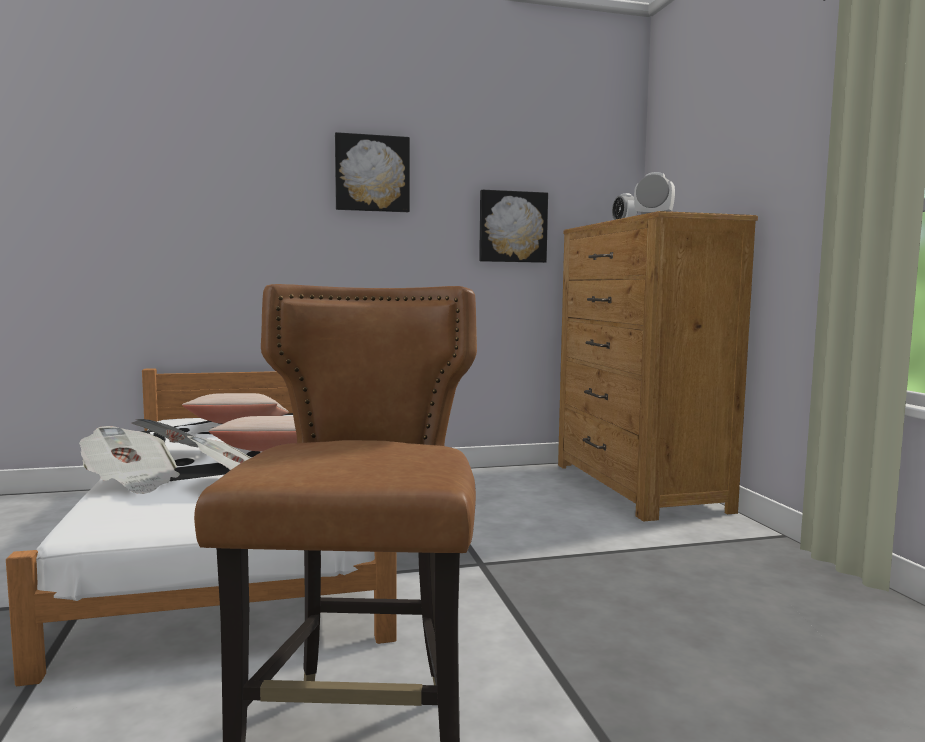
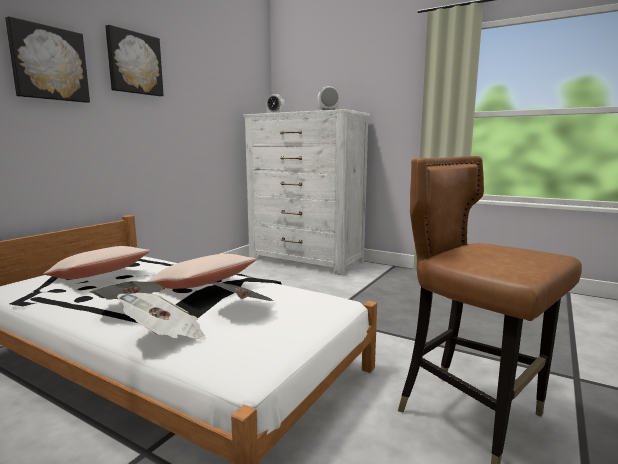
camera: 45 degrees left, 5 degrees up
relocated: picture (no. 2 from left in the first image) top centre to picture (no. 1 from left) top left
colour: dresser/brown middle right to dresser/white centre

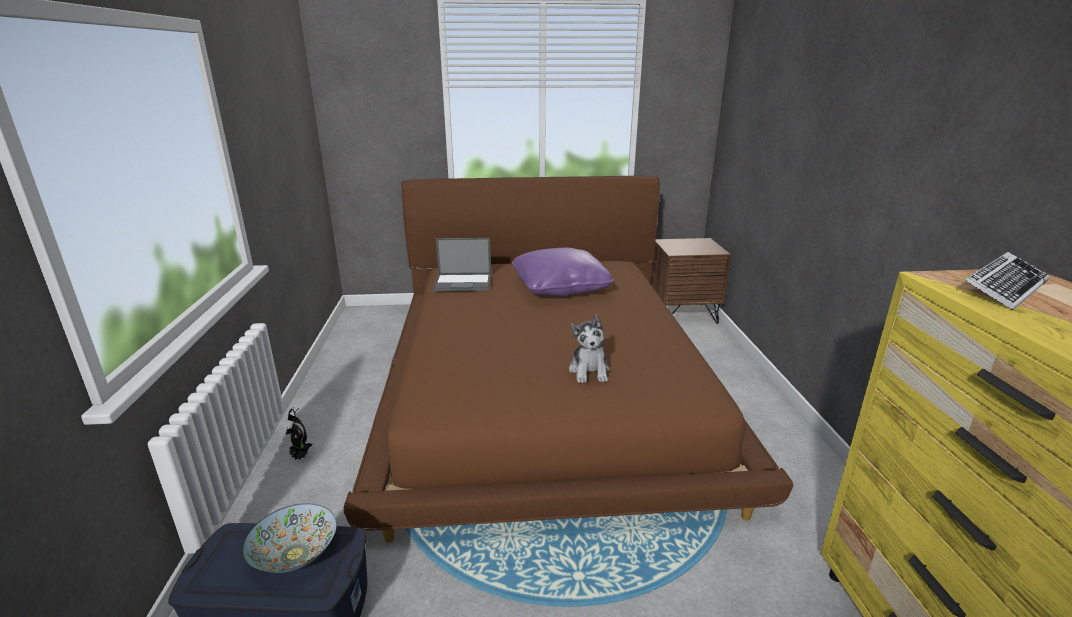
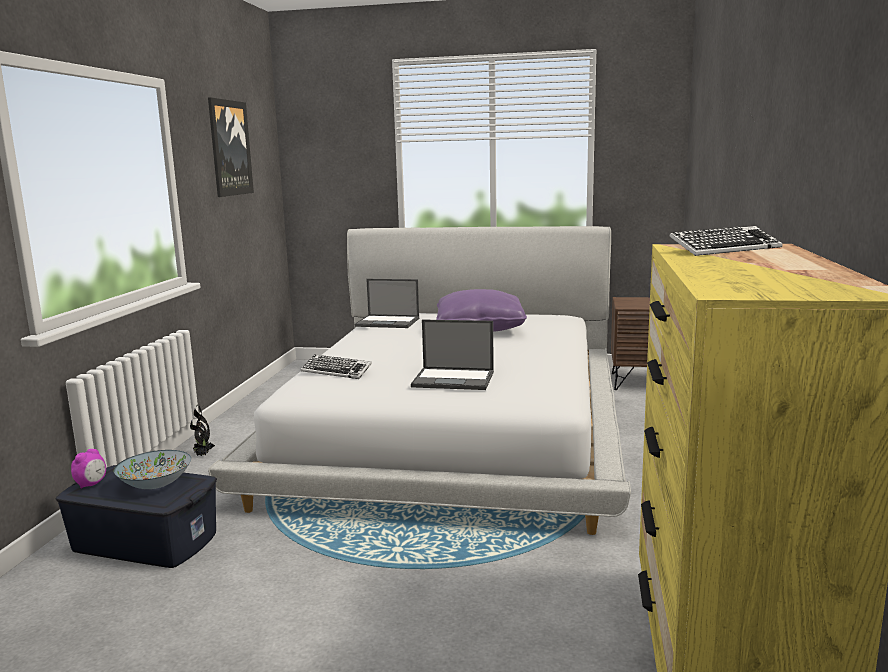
camera: 15 degrees right, 10 degrees down
appeared: alarm clock bottom left; picture top left; keyboard (no. 1 from left) centre
exchanged: plush toy centre to laptop (no. 2 from left) centre
colour: bed/brown centre to bed/white centre

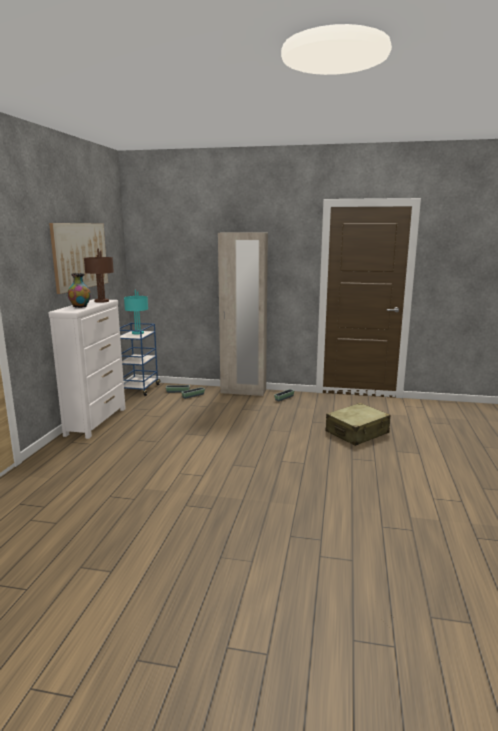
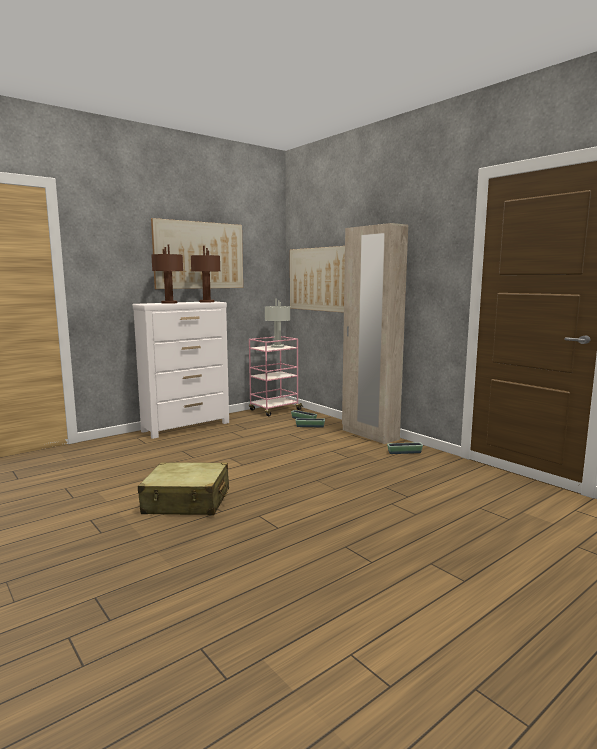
camera: 40 degrees right, 5 degrees down
appeared: picture (no. 2 from left) centre
relocated: suitcase/beige middle right to middle left
exchanged: vase middle left to table lamp/brown (no. 1 from left) middle left
colour: cart/blue middle left to cart/pink centre; table lamp/turquoise middle left to table lamp/grey centre

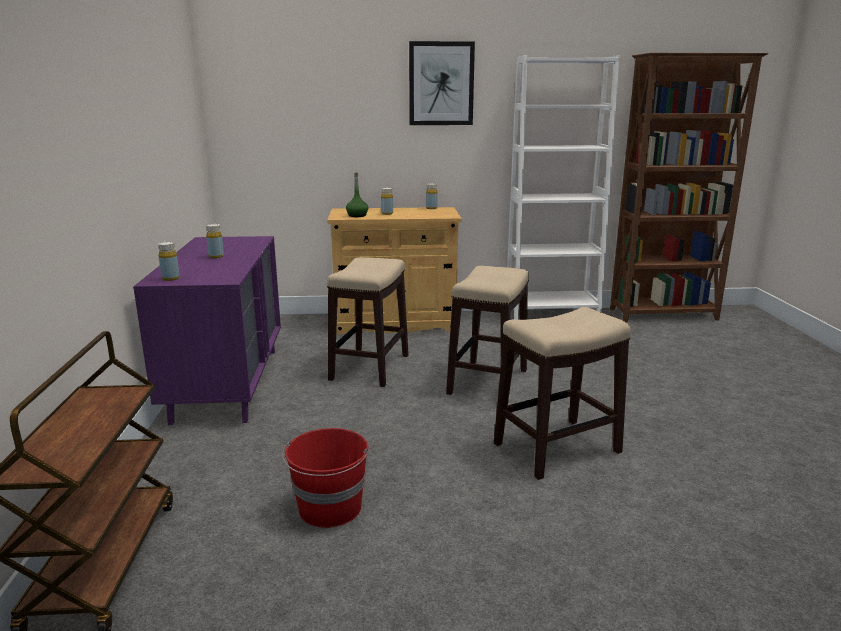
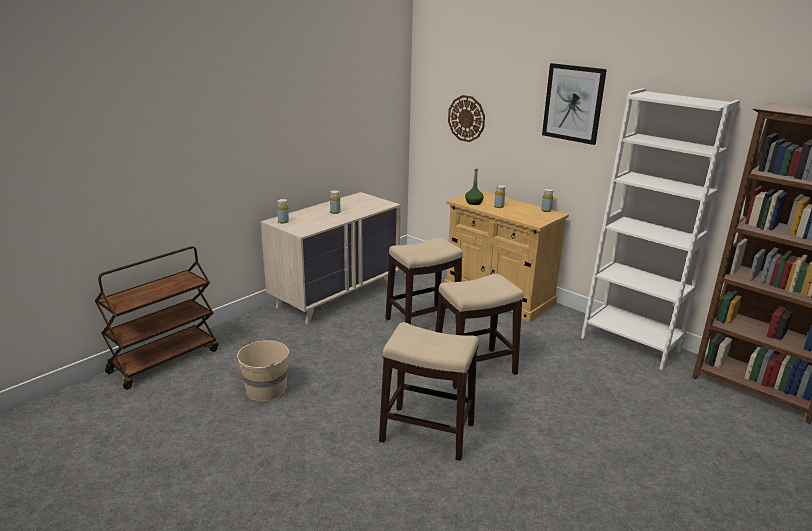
camera: 45 degrees right, 5 degrees up
appeared: wall clock top centre
colour: dresser/purple middle left to dresser/beige centre; bucket/red bottom centre to bucket/beige bottom left

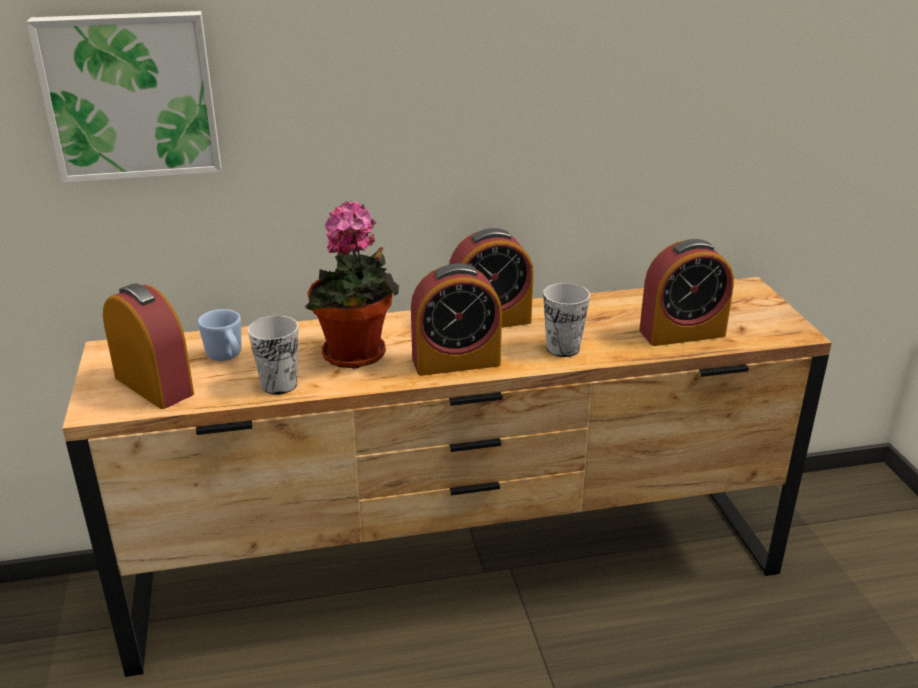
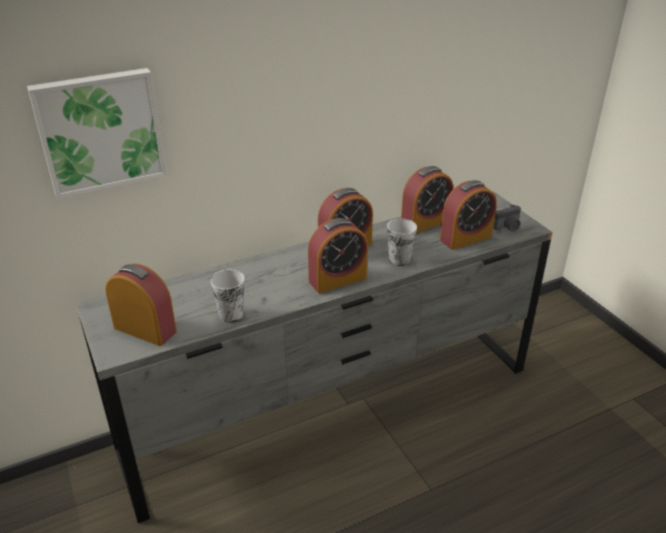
camera: 15 degrees left, 5 degrees up
missing: mug/blue middle left; potted plant centre
appeared: alarm clock (no. 4 from left) centre; photo camera middle right
colour: dresser/brown bottom centre to dresser/grey bottom centre

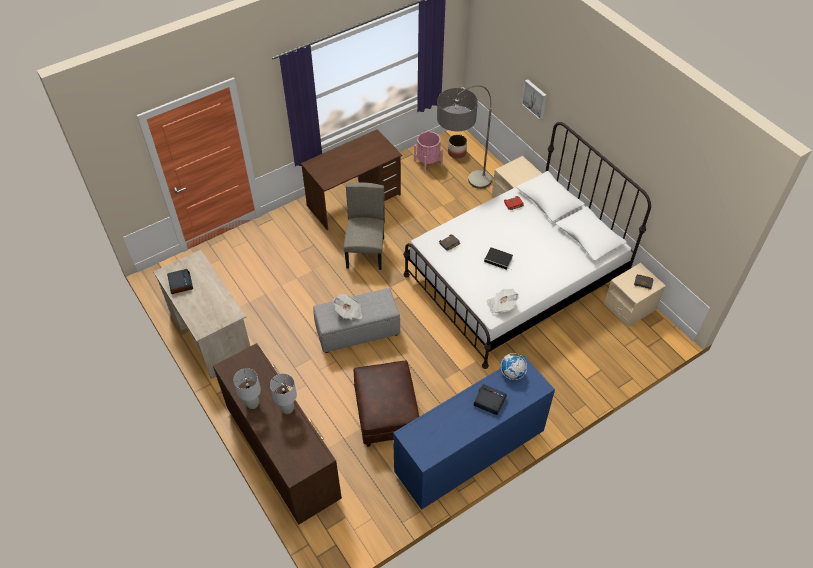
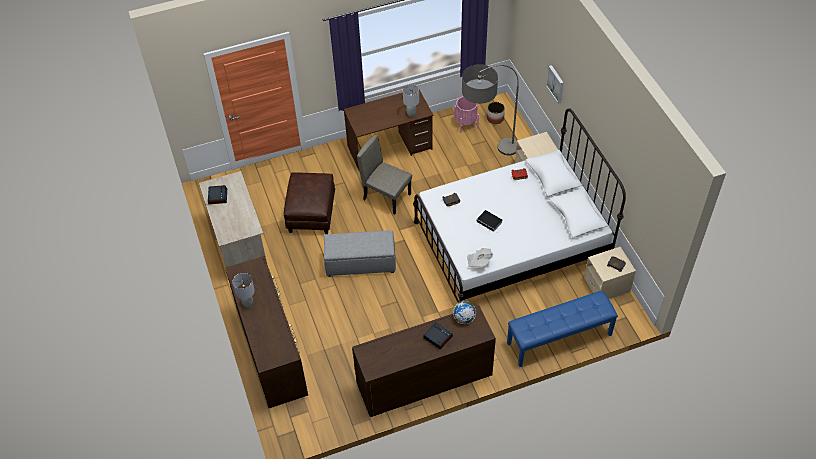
camera: 15 degrees right, 0 degrees up
missing: newspaper (no. 1 from left) centre
appeared: bench/blue bottom right
relocated: table lamp/grey (no. 2 from left) bottom centre to top centre; ottoman/brown bottom centre to centre
colour: dresser/blue bottom centre to dresser/brown (no. 2 from left) bottom centre
spun: chair/beige centre = centre 75 degrees counterclockwise

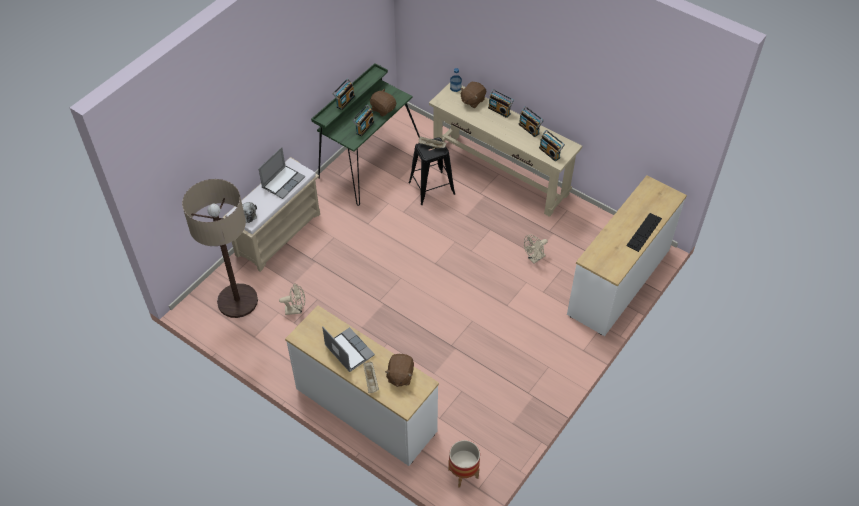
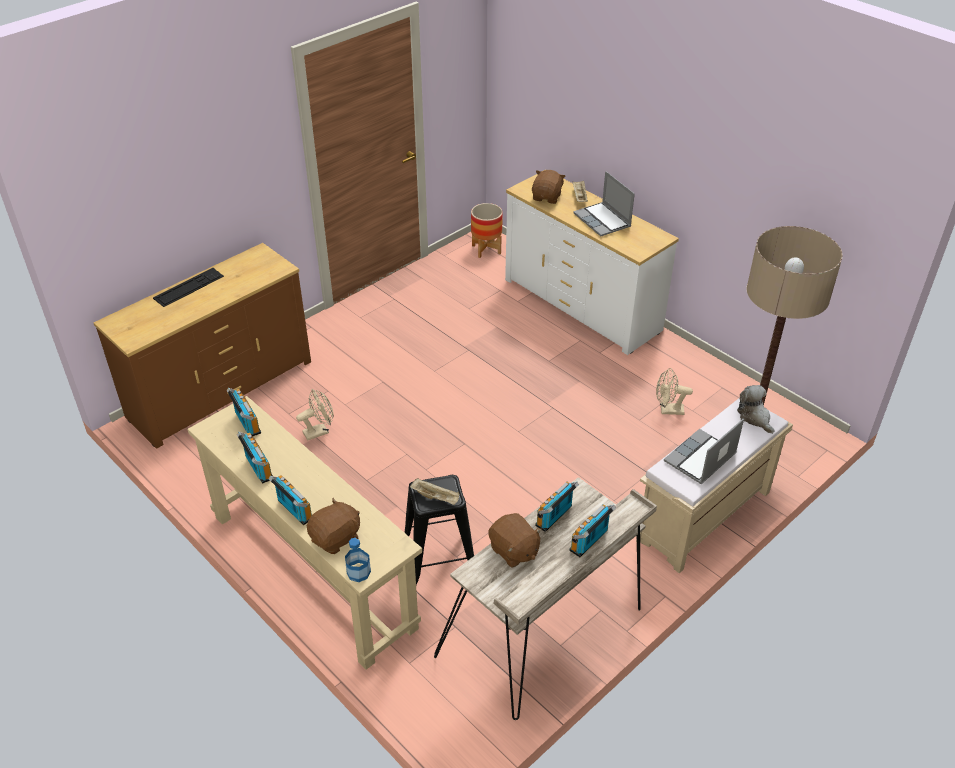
camera: 170 degrees left, 10 degrees down
colour: desk/green top centre to desk/beige bottom centre; dresser/white (no. 2 from left) middle right to dresser/brown middle left

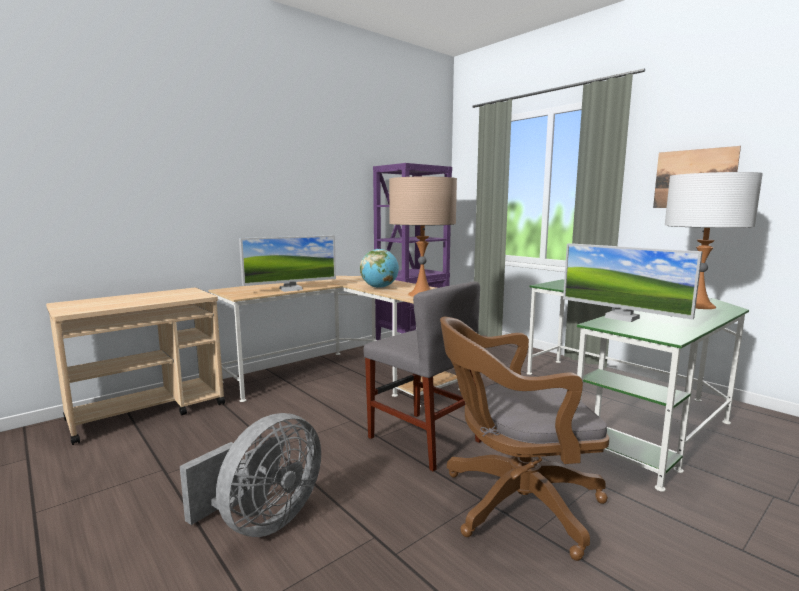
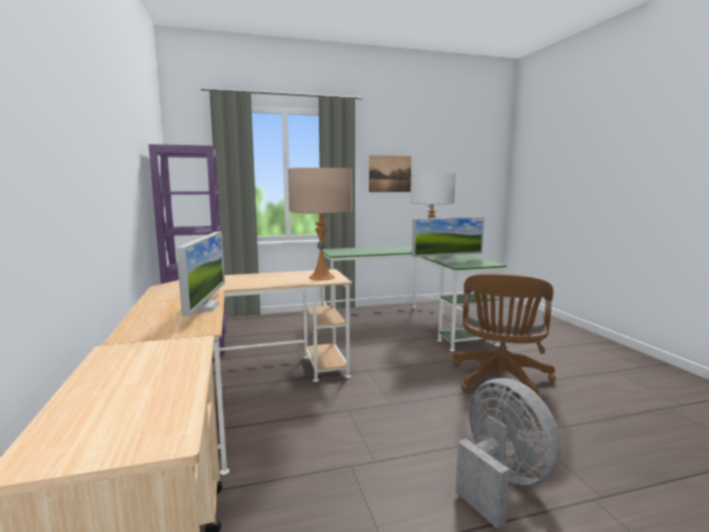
camera: 65 degrees left, 0 degrees up
missing: globe centre; chair/grey centre

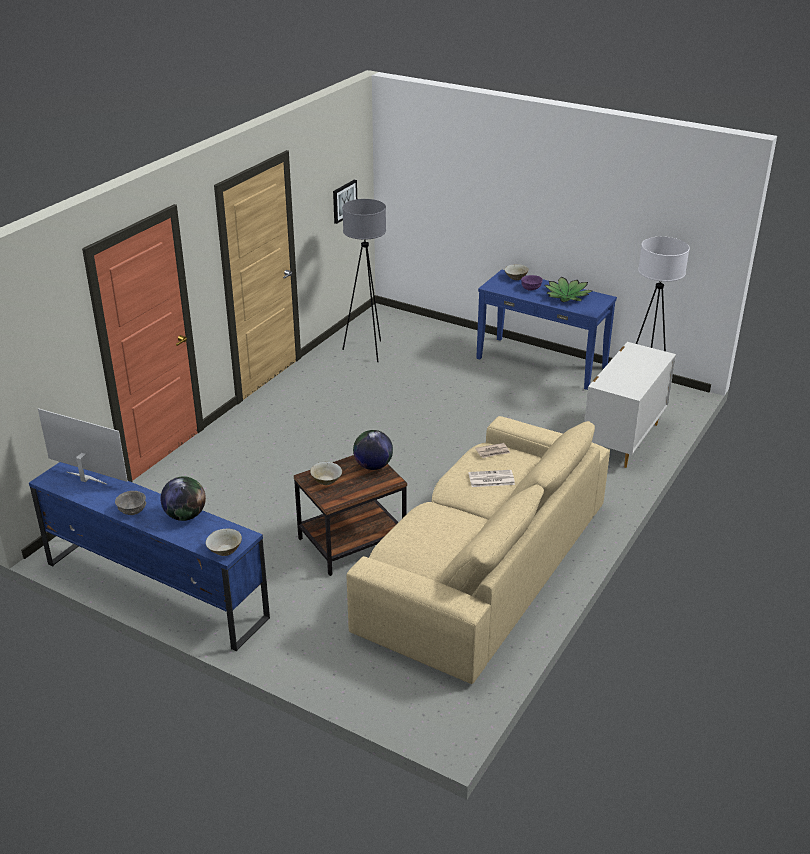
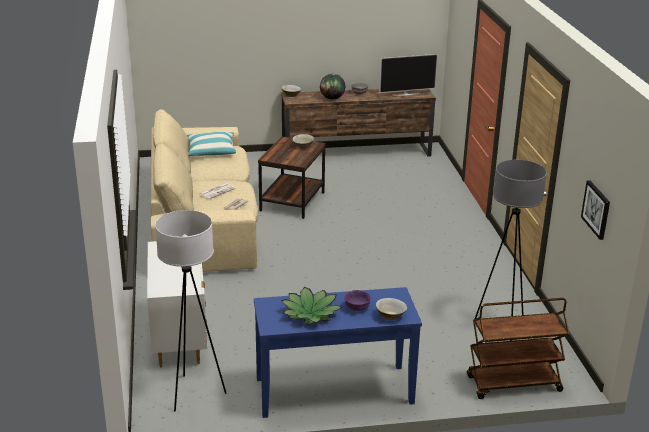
camera: 140 degrees right, 5 degrees down
missing: globe (no. 2 from left) centre
appeared: pillow middle left; cart/brown bottom right
colour: tv stand/blue middle left to tv stand/brown top centre

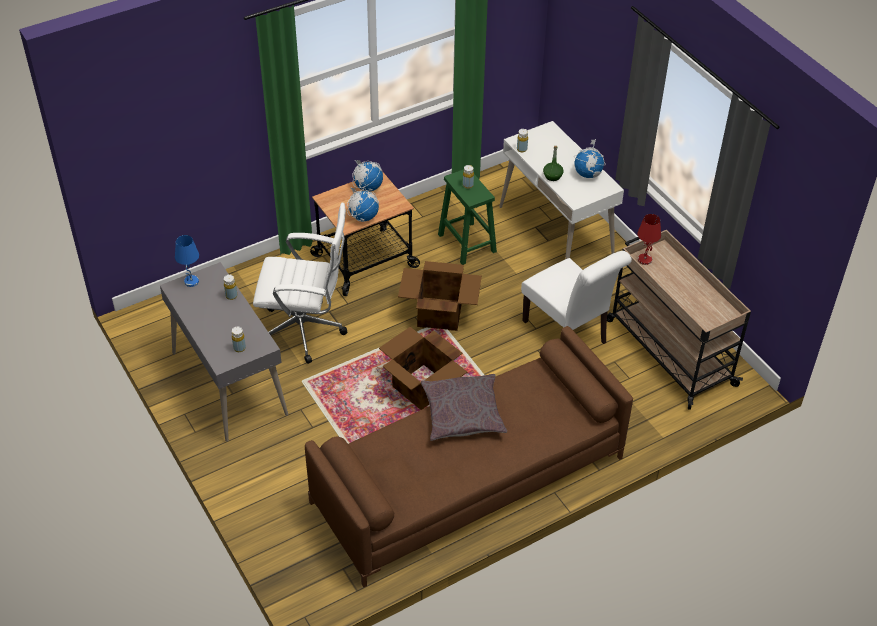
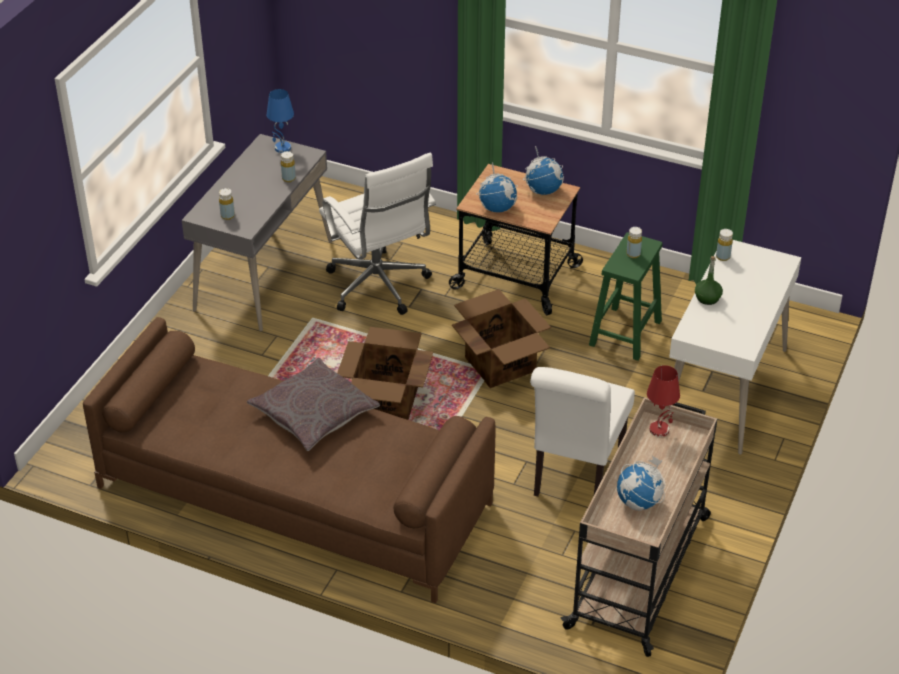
camera: 55 degrees right, 5 degrees down
relocated: globe (no. 3 from left) top right to bottom right

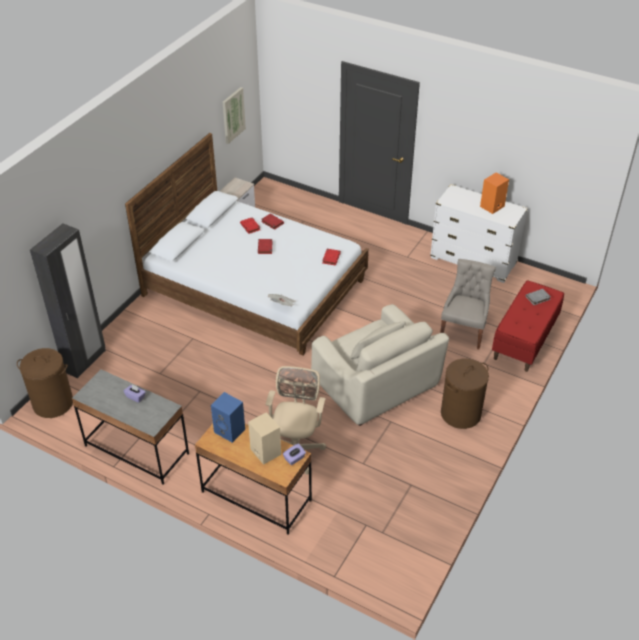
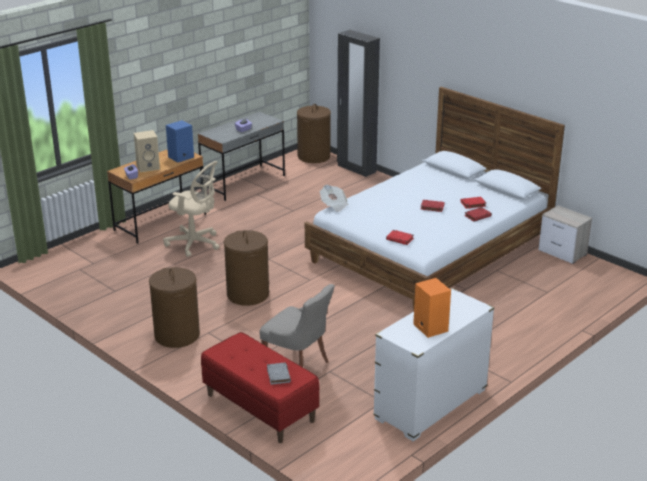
camera: 105 degrees right, 15 degrees down
missing: picture top centre
exchanged: armchair/beige centre to laundry basket/brown (no. 2 from left) centre

